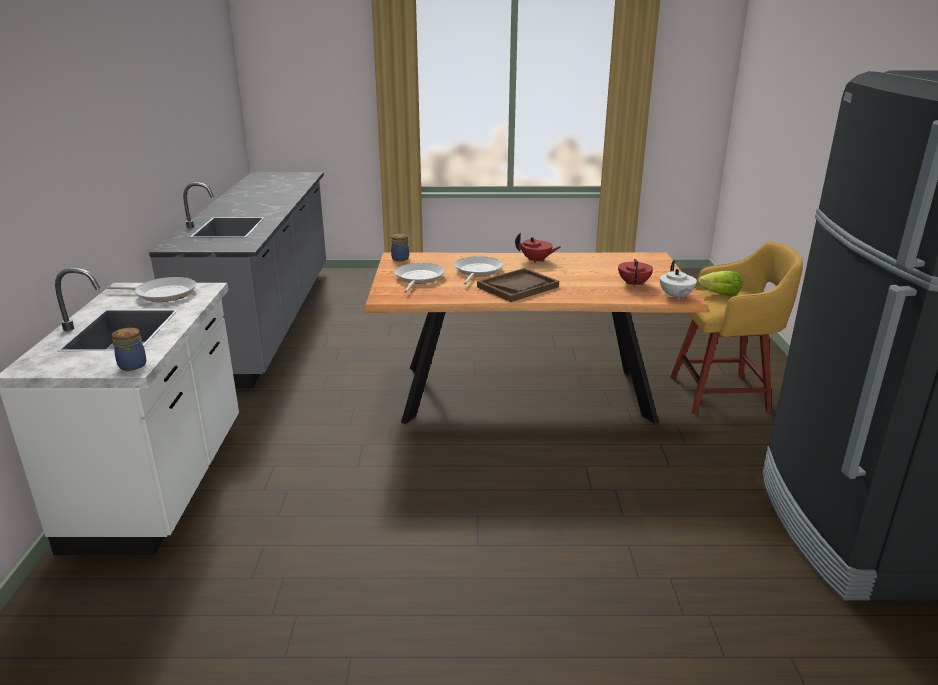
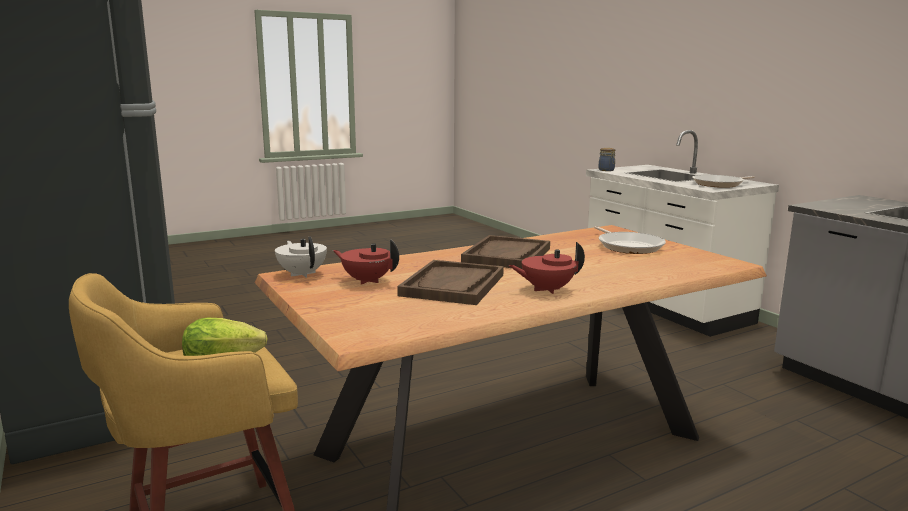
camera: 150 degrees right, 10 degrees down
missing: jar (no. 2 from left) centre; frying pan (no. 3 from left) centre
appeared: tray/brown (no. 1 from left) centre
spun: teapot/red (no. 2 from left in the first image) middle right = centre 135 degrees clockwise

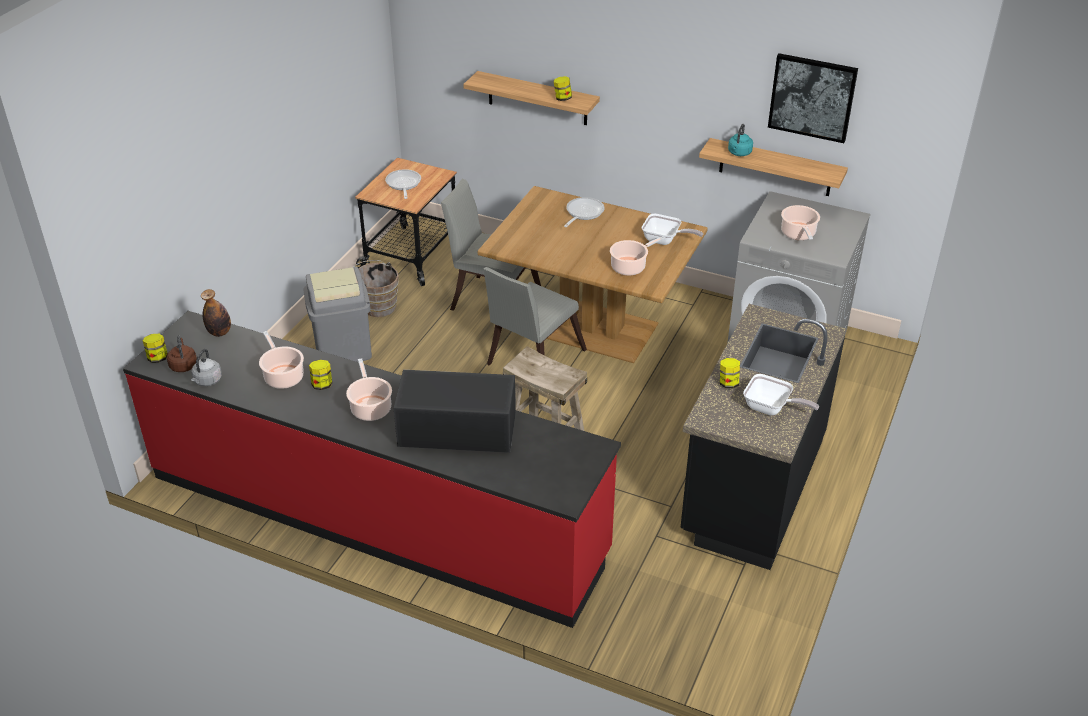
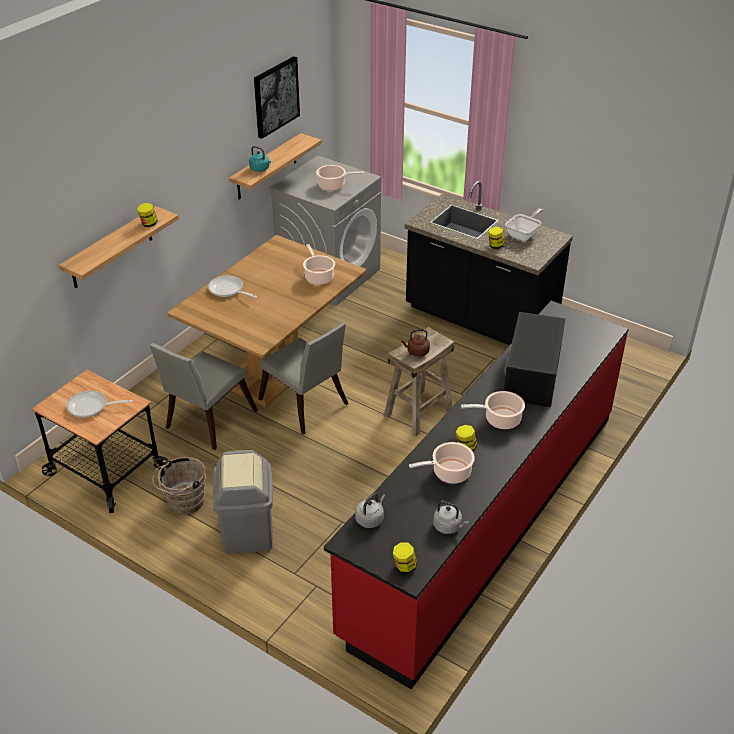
camera: 80 degrees left, 0 degrees up
missing: frying pan (no. 3 from left) top centre
relocated: kettle/brown middle left to centre
exchanged: bottle middle left to kettle/grey (no. 1 from left) bottom centre

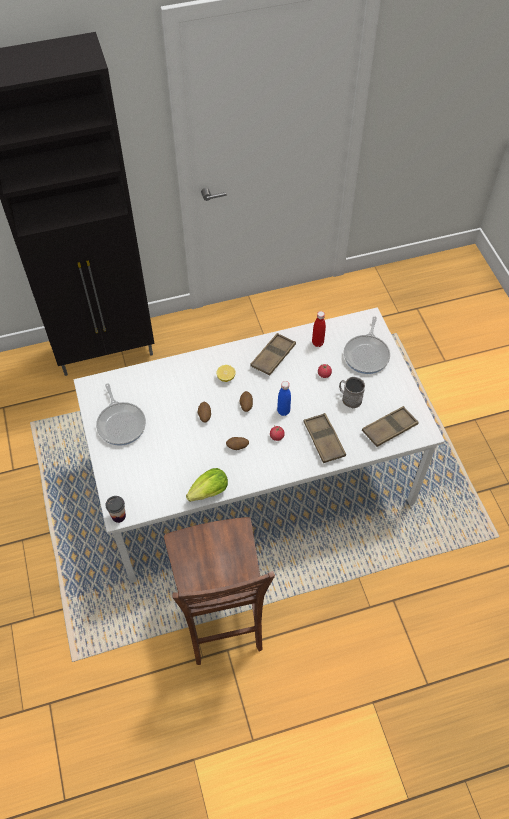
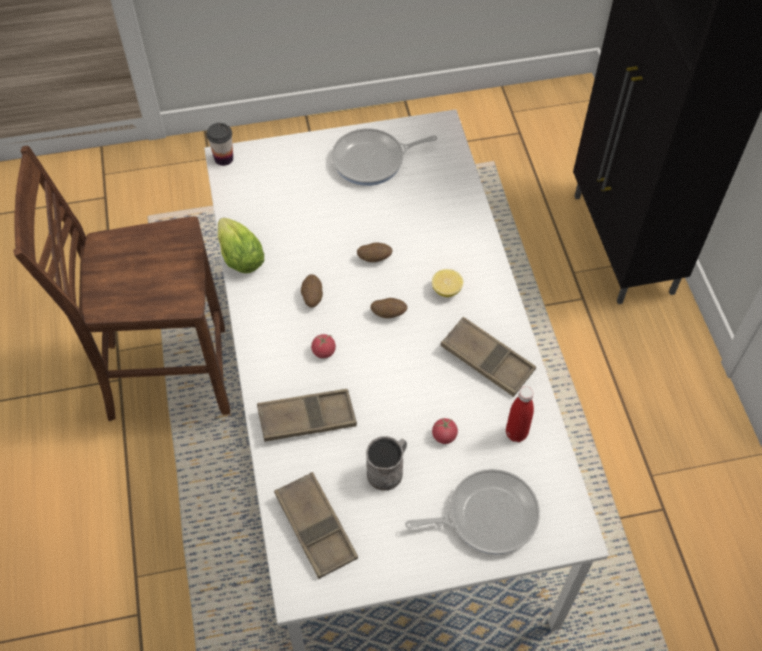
camera: 95 degrees right, 0 degrees up
missing: bottle/blue centre
spun: frying pan (no. 2 from left) middle right = bottom centre 150 degrees clockwise

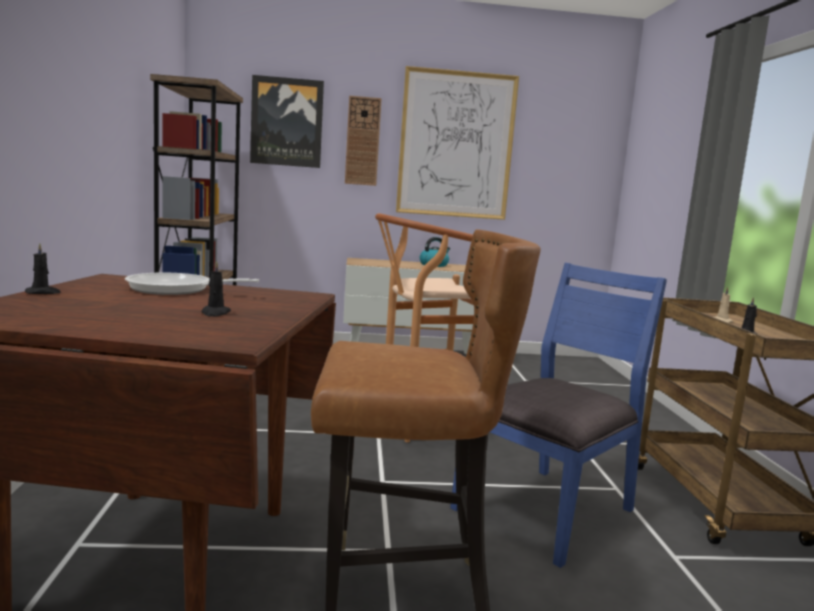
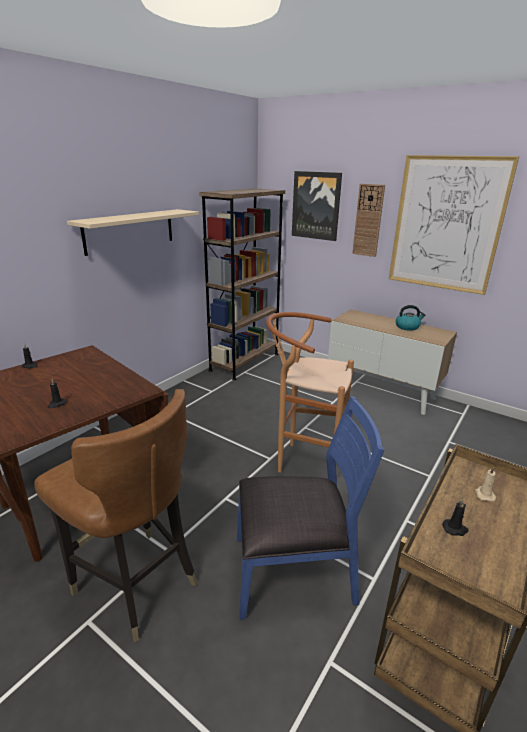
camera: 40 degrees right, 15 degrees up
missing: frying pan middle left
appeared: shelf/beige top left

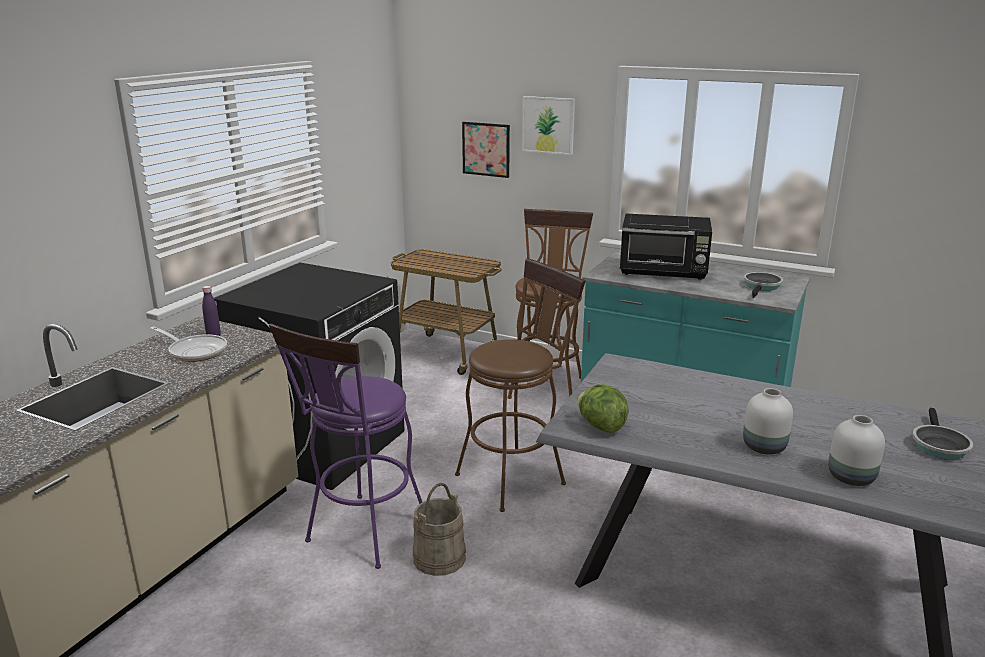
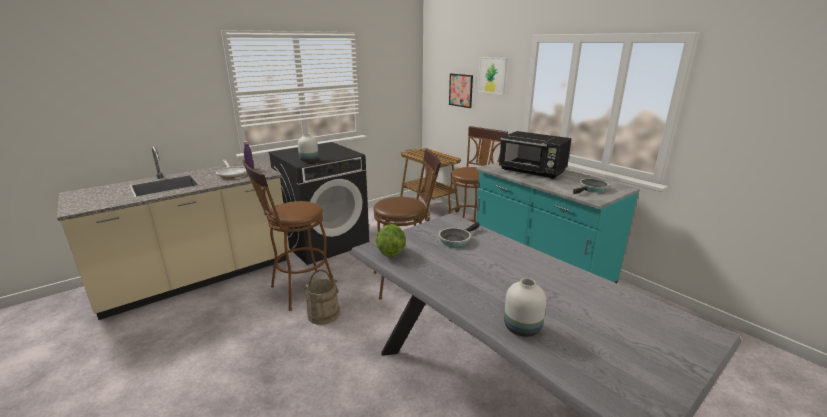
camera: 25 degrees right, 0 degrees up
relocated: vase/white (no. 1 from left) middle right to centre; frying pan (no. 3 from left in the first image) middle right to frying pan (no. 2 from left) centre
colour: stool/purple bottom centre to stool/brown (no. 1 from left) centre

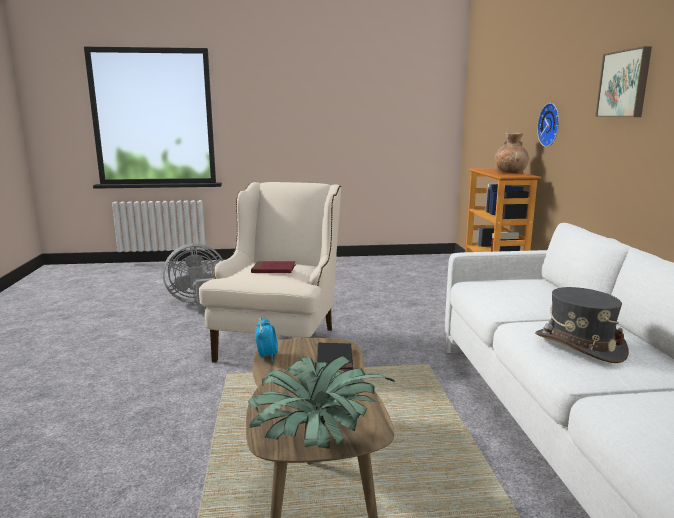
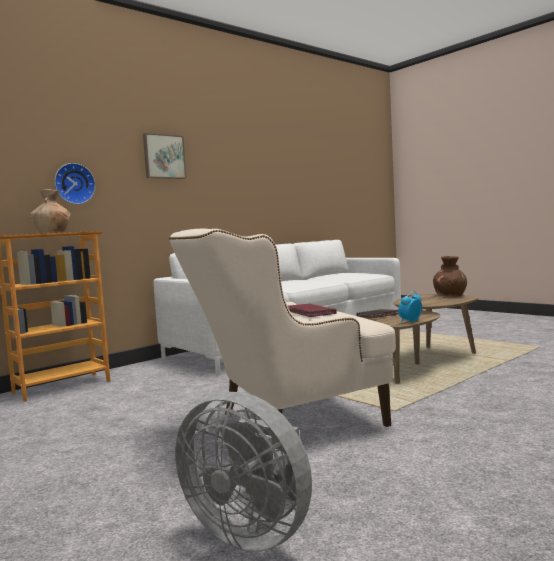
camera: 125 degrees left, 10 degrees down
missing: hat/grey middle right
exchanged: potted plant bottom centre to vase/brown (no. 2 from left) middle right

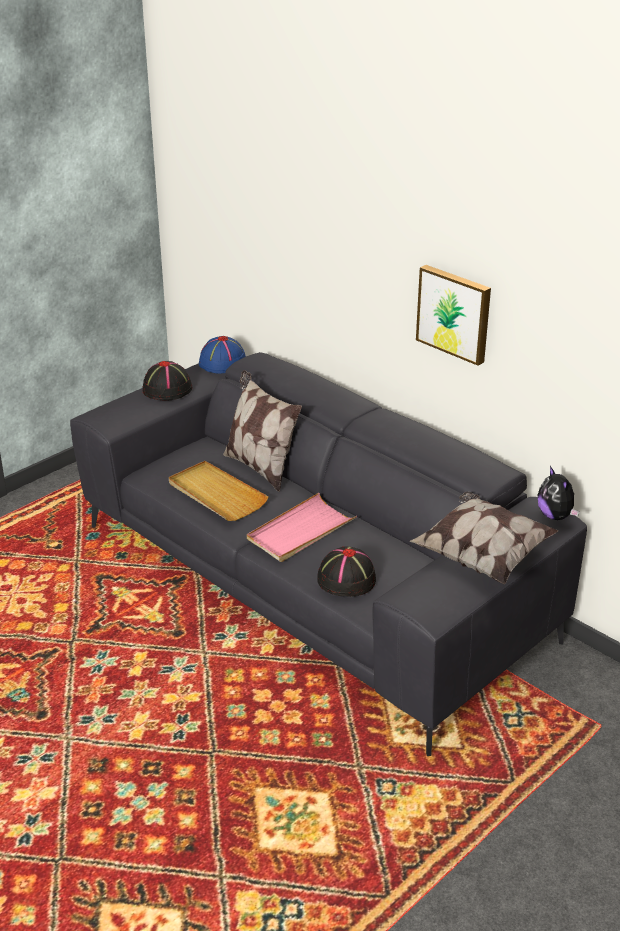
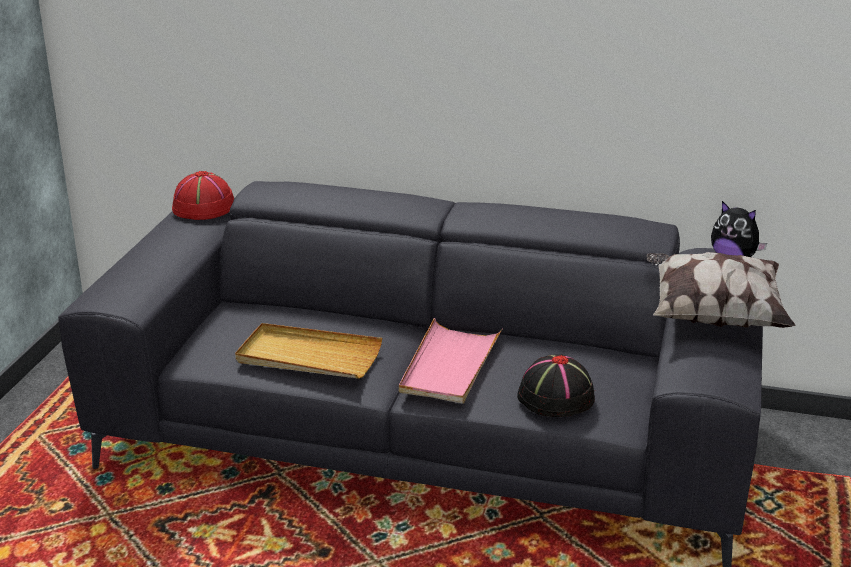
camera: 30 degrees left, 5 degrees down
missing: hat/black (no. 1 from left) middle left; pillow (no. 1 from left) centre; picture middle right
colour: hat/blue centre to hat/red middle left

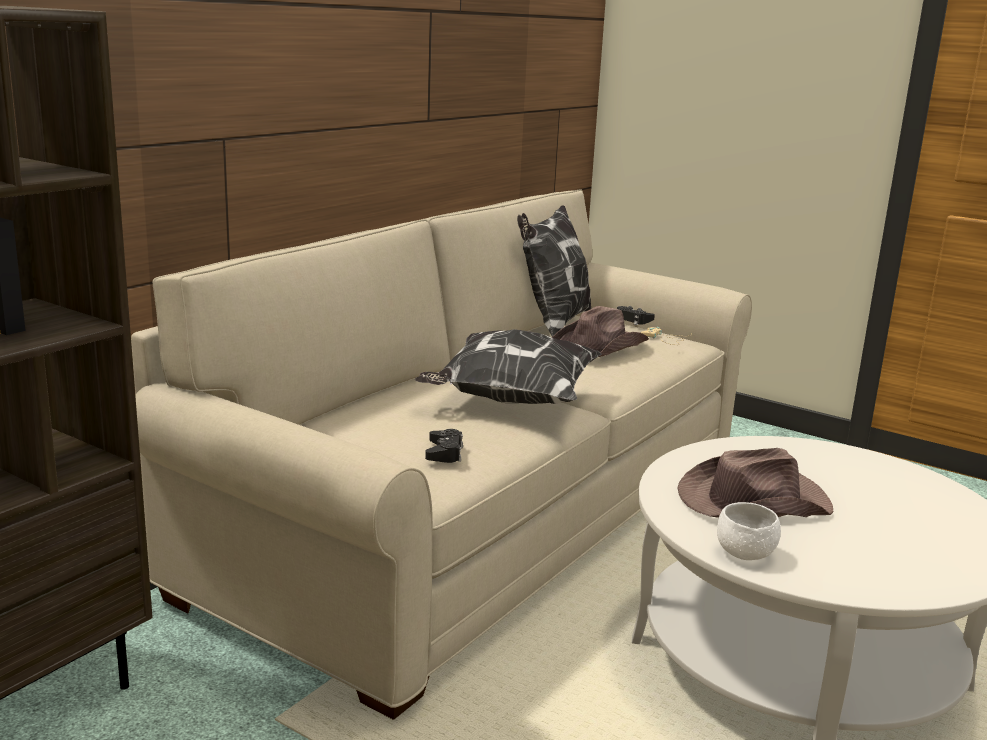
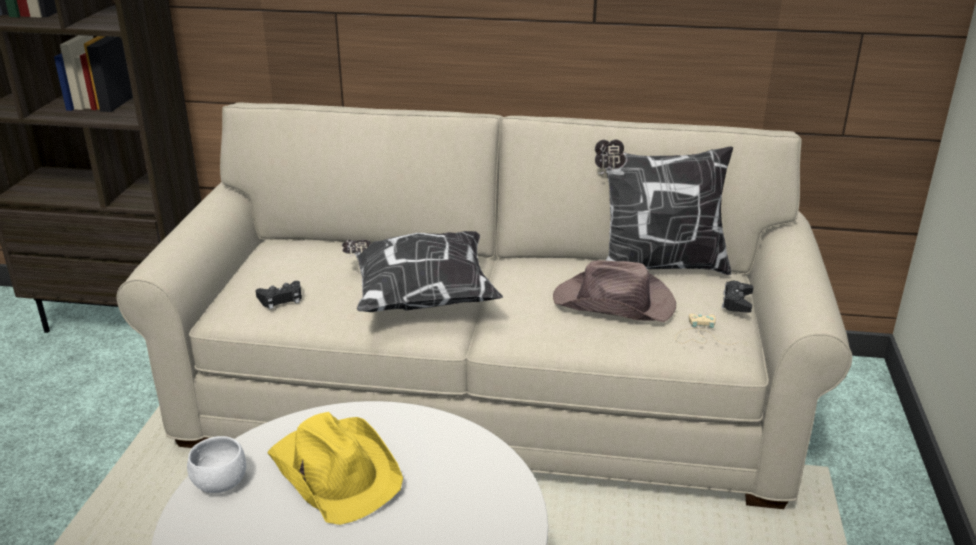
camera: 65 degrees right, 10 degrees up
colour: hat/brown (no. 2 from left) middle right to hat/yellow bottom centre

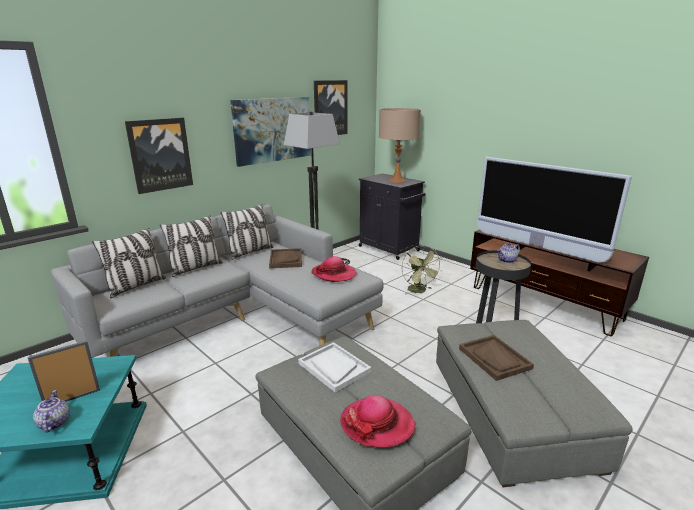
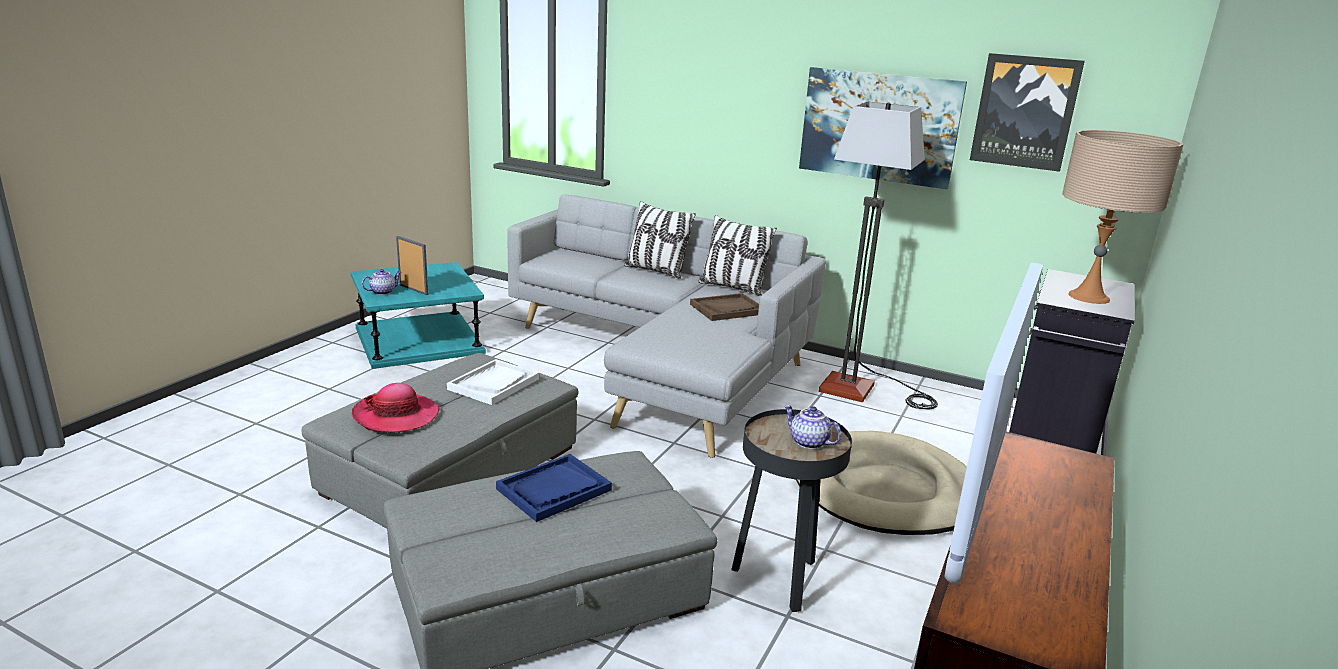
camera: 70 degrees right, 0 degrees up
missing: pillow (no. 1 from left) middle left; picture (no. 1 from left) top left; hat (no. 1 from left) centre
exchanged: fan/green centre to dog bed/beige bottom centre
colour: tray/brown (no. 2 from left) bottom right to tray/blue bottom centre

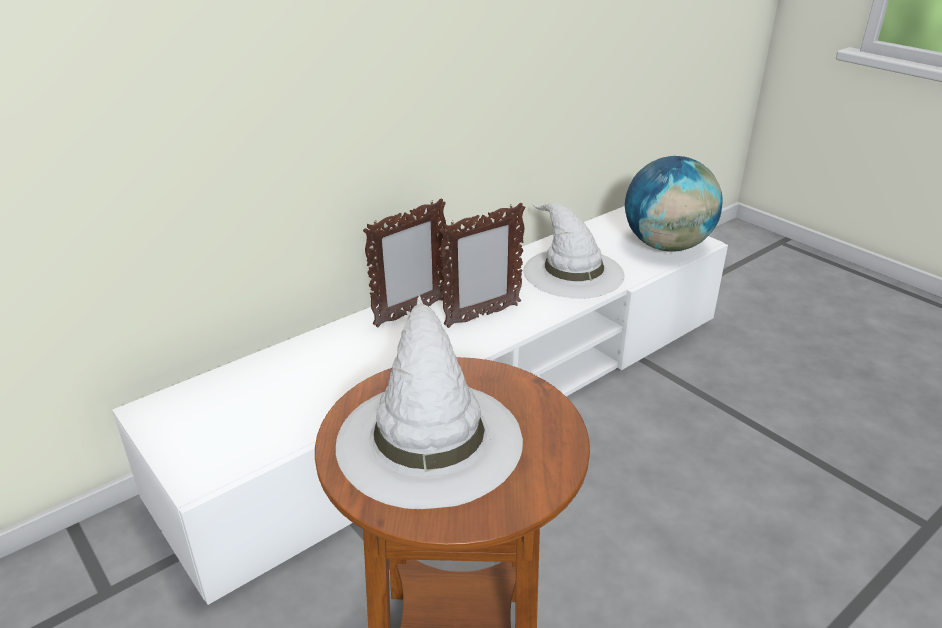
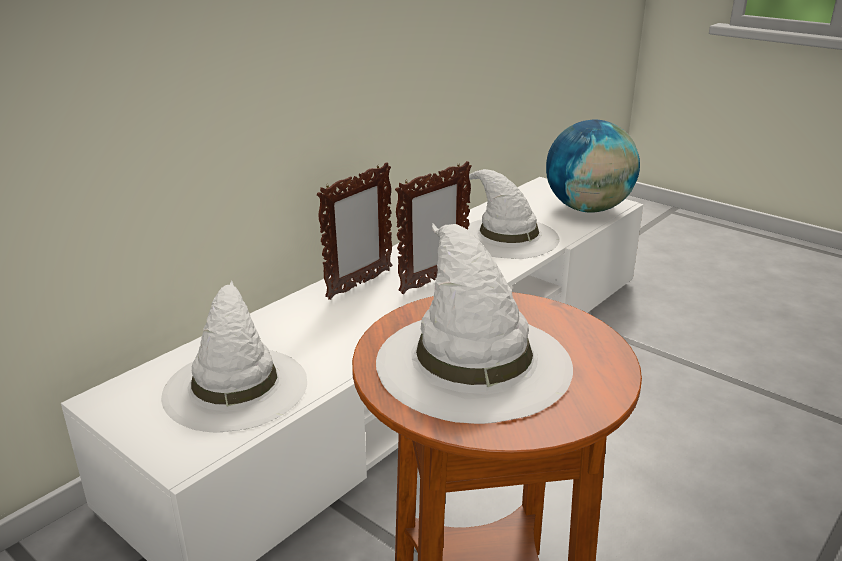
camera: 10 degrees left, 5 degrees down
appeared: hat/white (no. 1 from left) middle left

